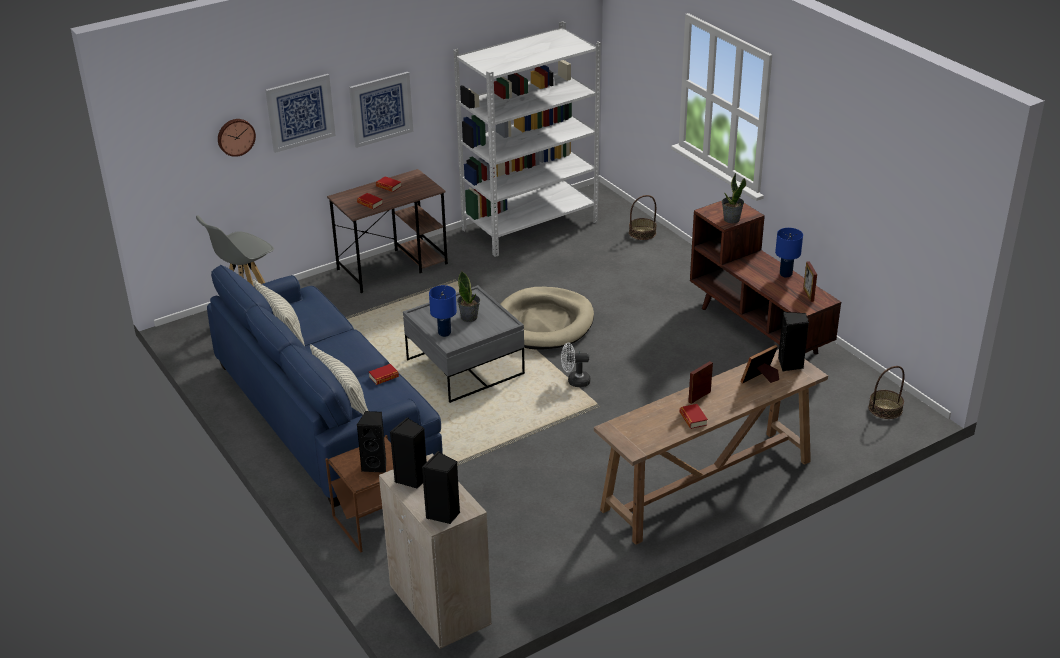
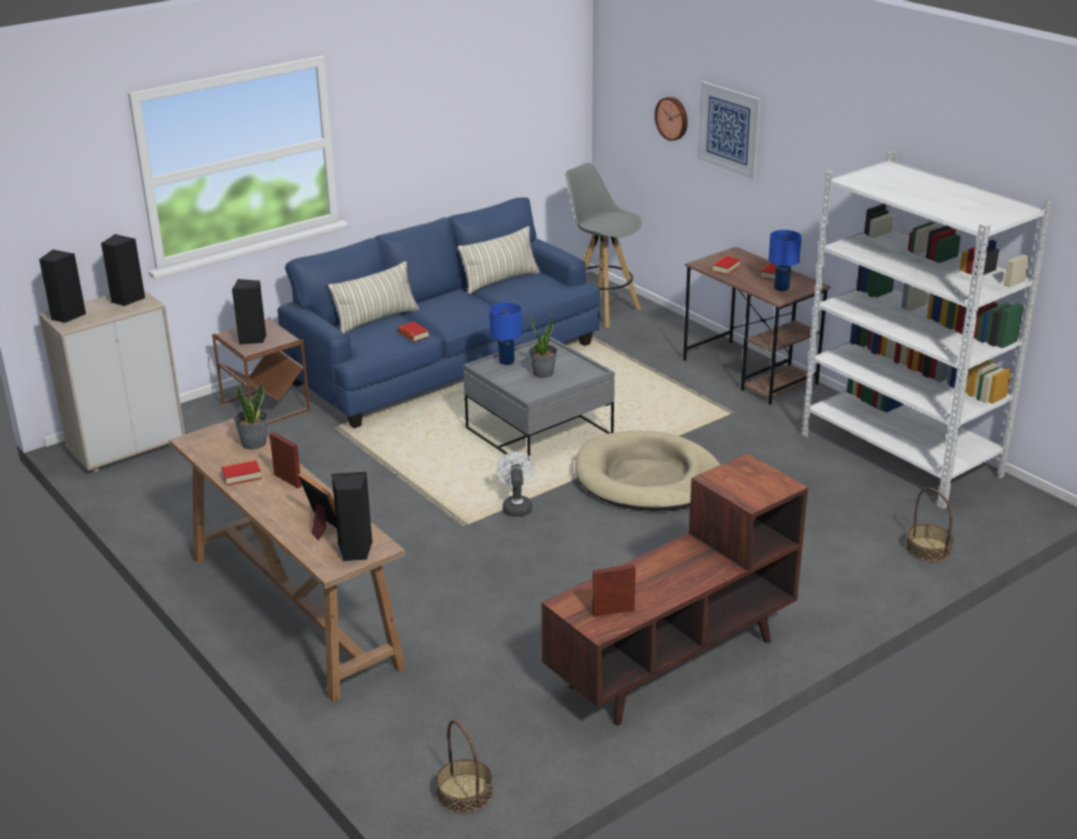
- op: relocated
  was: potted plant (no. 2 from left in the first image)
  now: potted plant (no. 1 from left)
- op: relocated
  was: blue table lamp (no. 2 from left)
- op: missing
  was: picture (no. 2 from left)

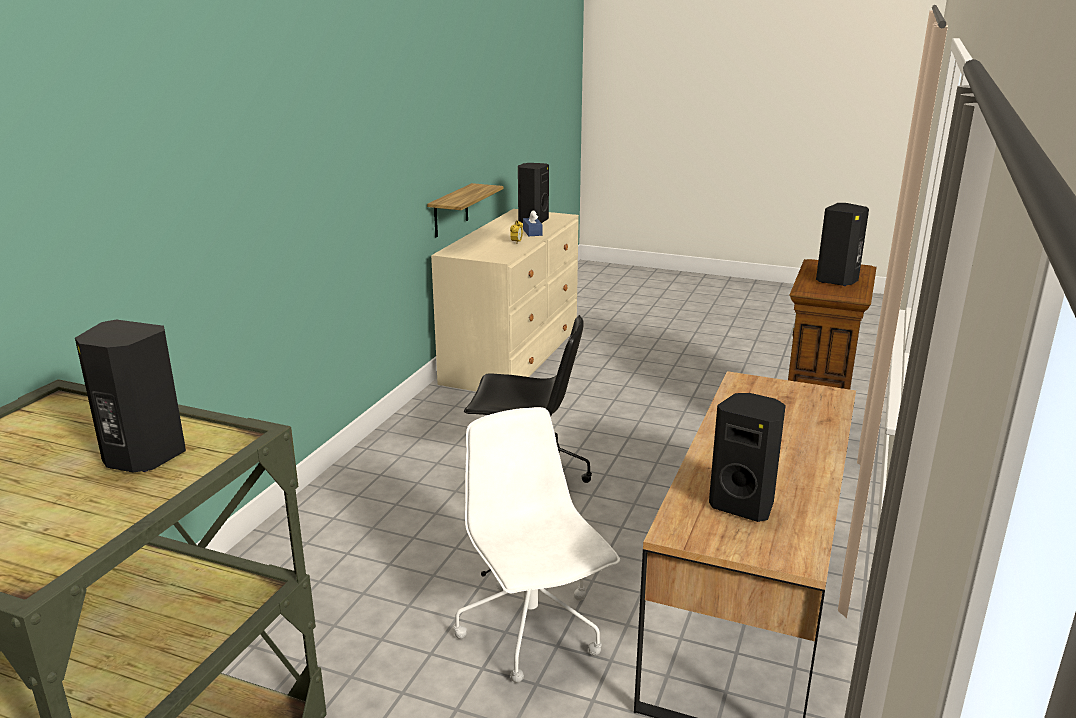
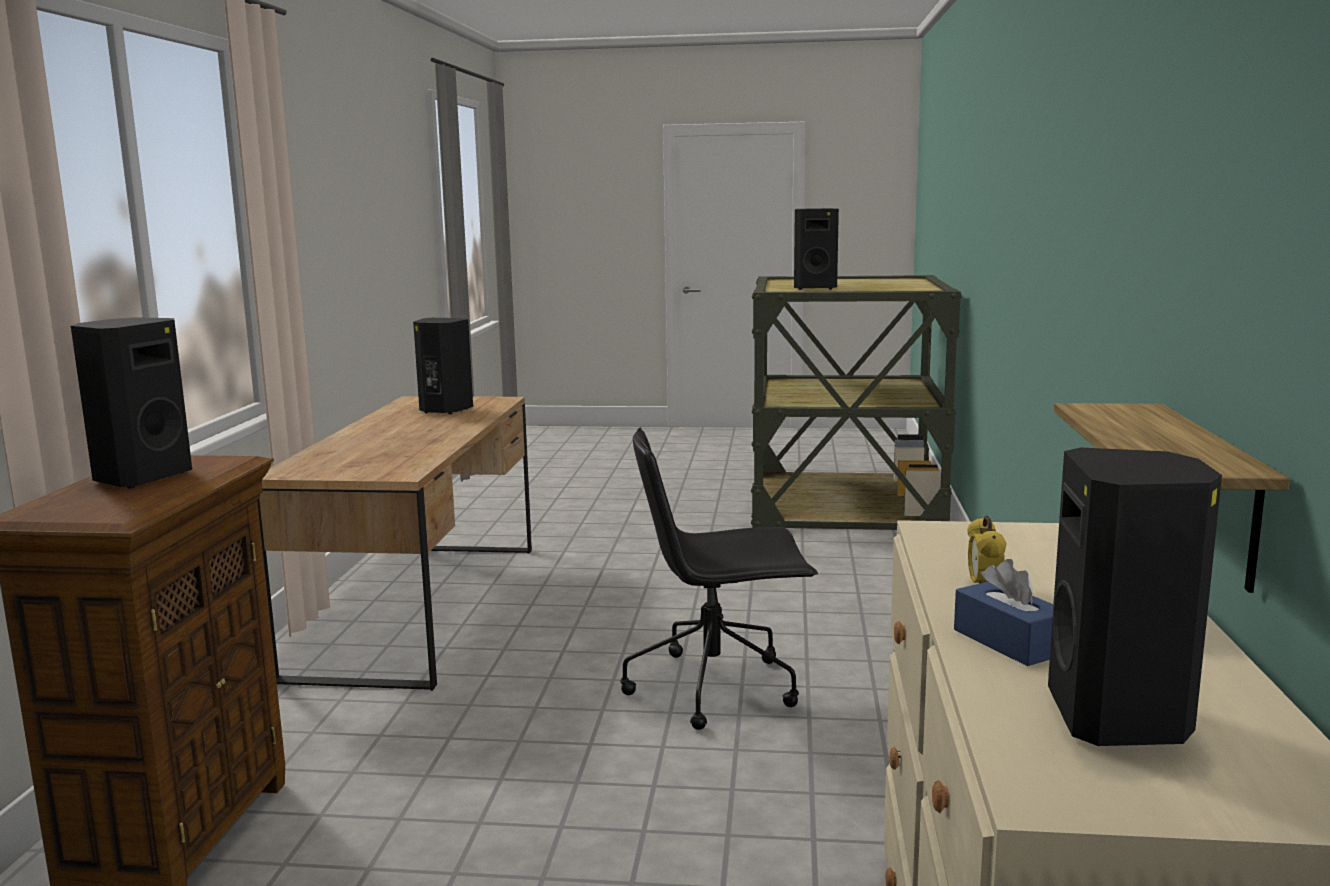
- op: missing
  was: white office chair

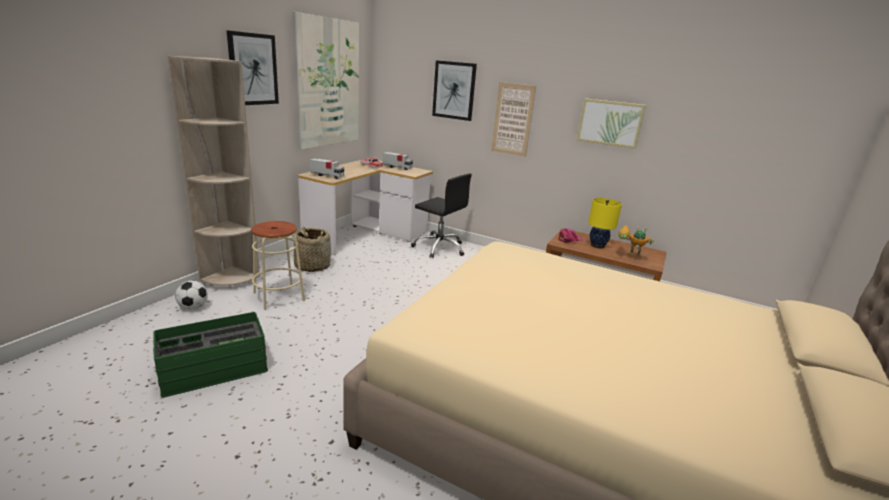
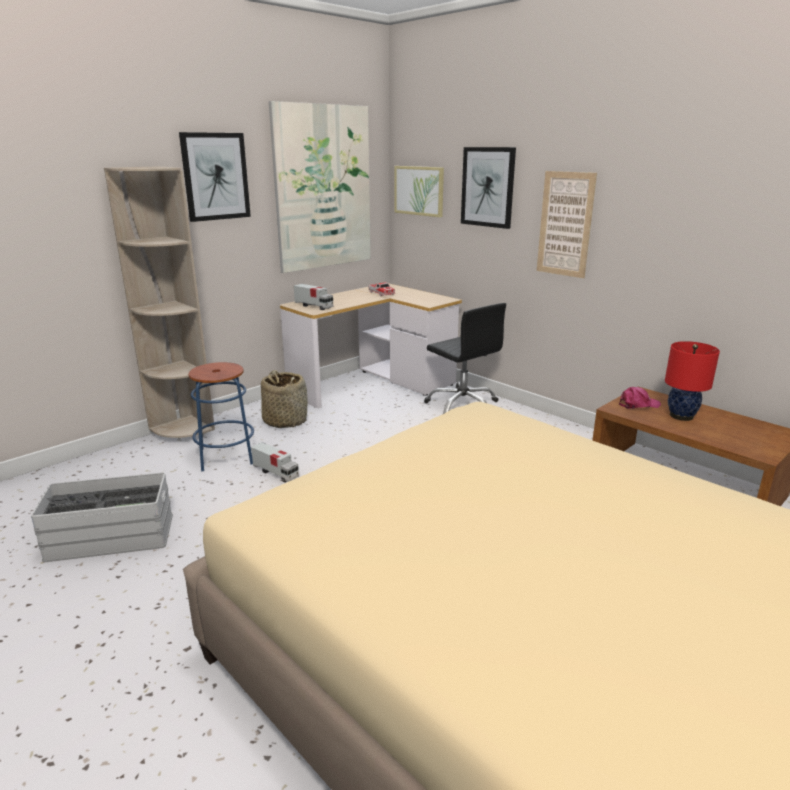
- op: colour
  was: green storage box
  now: grey storage box
- op: colour
  was: beige stool
  now: blue stool
- op: relocated
  was: toy truck (no. 2 from left in the first image)
  now: toy truck (no. 1 from left)
- op: relocated
  was: picture (no. 5 from left in the first image)
  now: picture (no. 3 from left)
- op: colour
  was: yellow table lamp
  now: red table lamp
- op: missing
  was: football
- op: missing
  was: toy robot

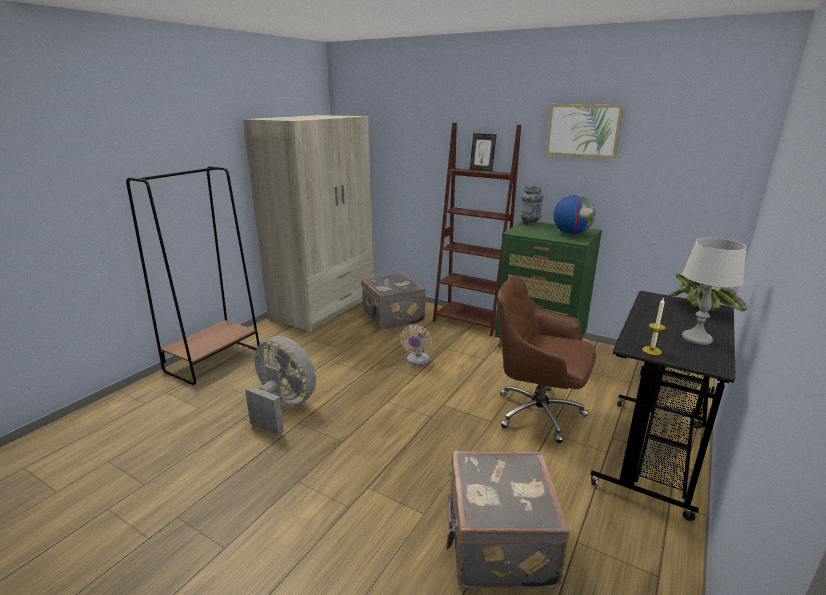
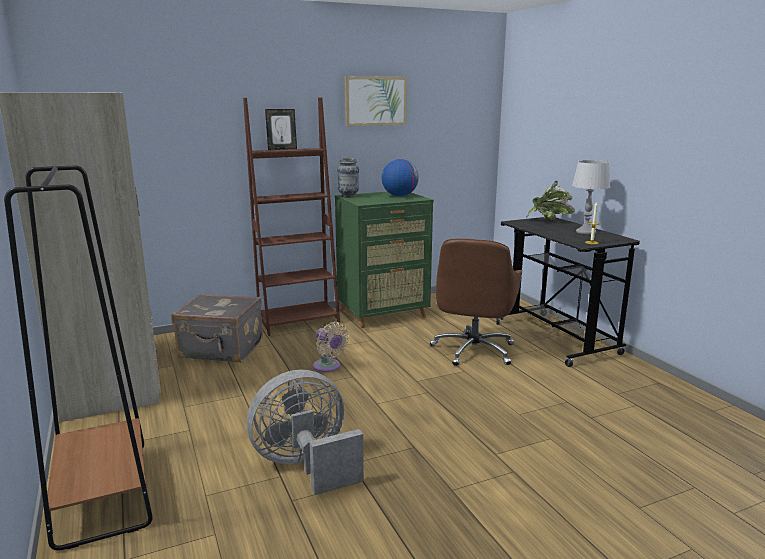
- op: spun
  was: brown office chair
  clockwise: -45
- op: missing
  was: grey suitcase (no. 2 from left)

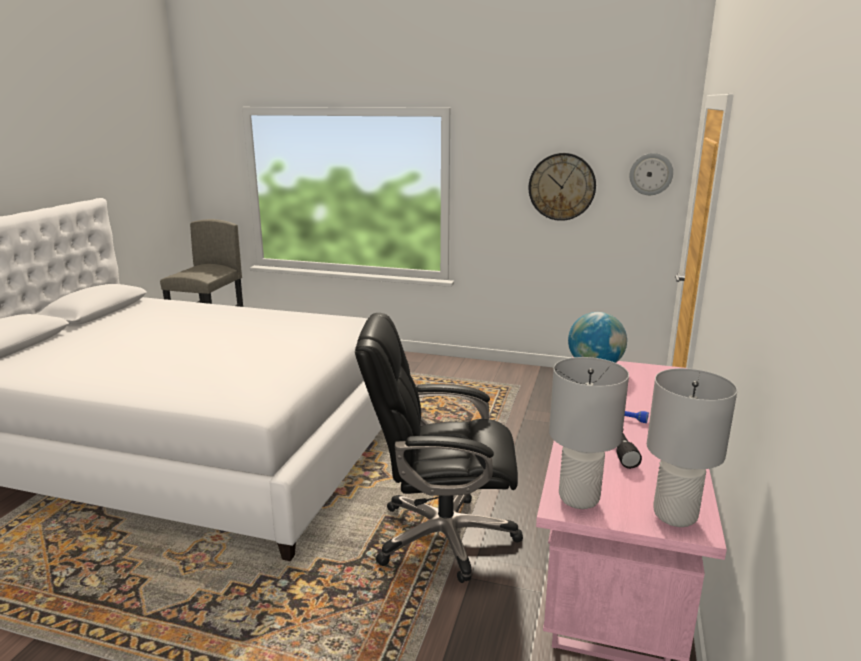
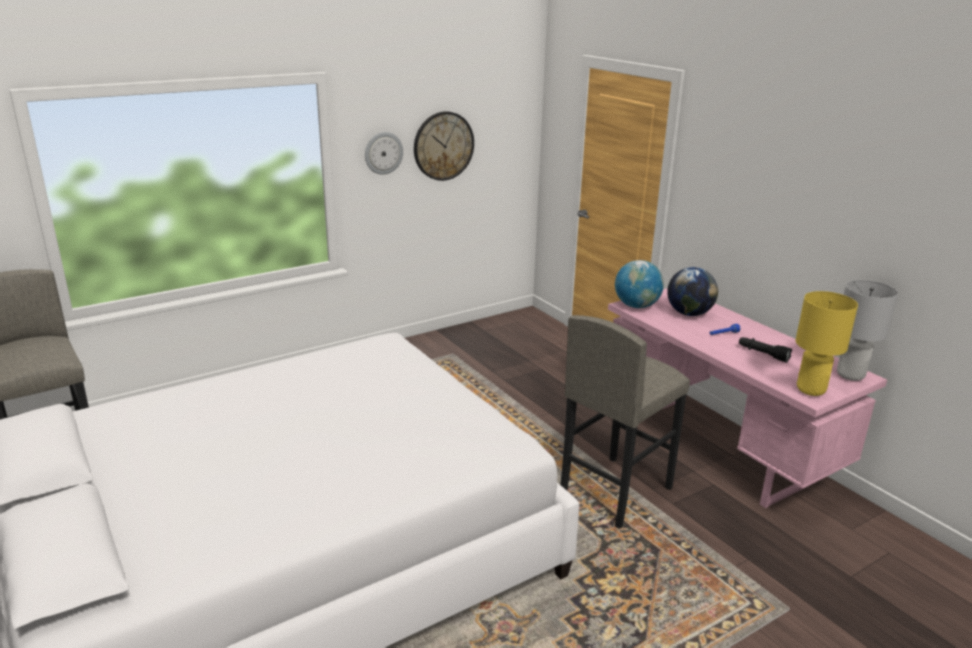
- op: relocated
  was: wall clock (no. 2 from left in the first image)
  now: wall clock (no. 1 from left)
- op: exchanged
  was: black office chair
  now: grey stool (no. 2 from left)
- op: appeared
  now: globe (no. 2 from left)
- op: colour
  was: grey table lamp (no. 1 from left)
  now: yellow table lamp

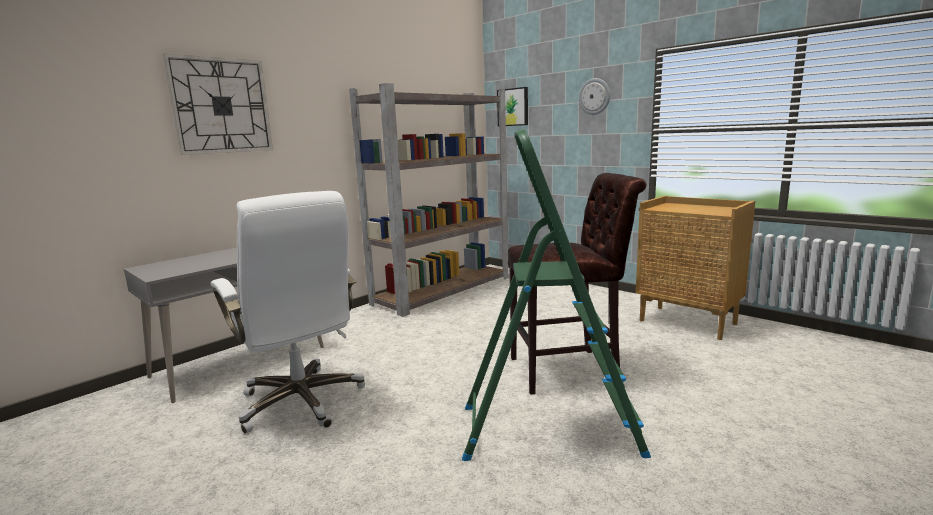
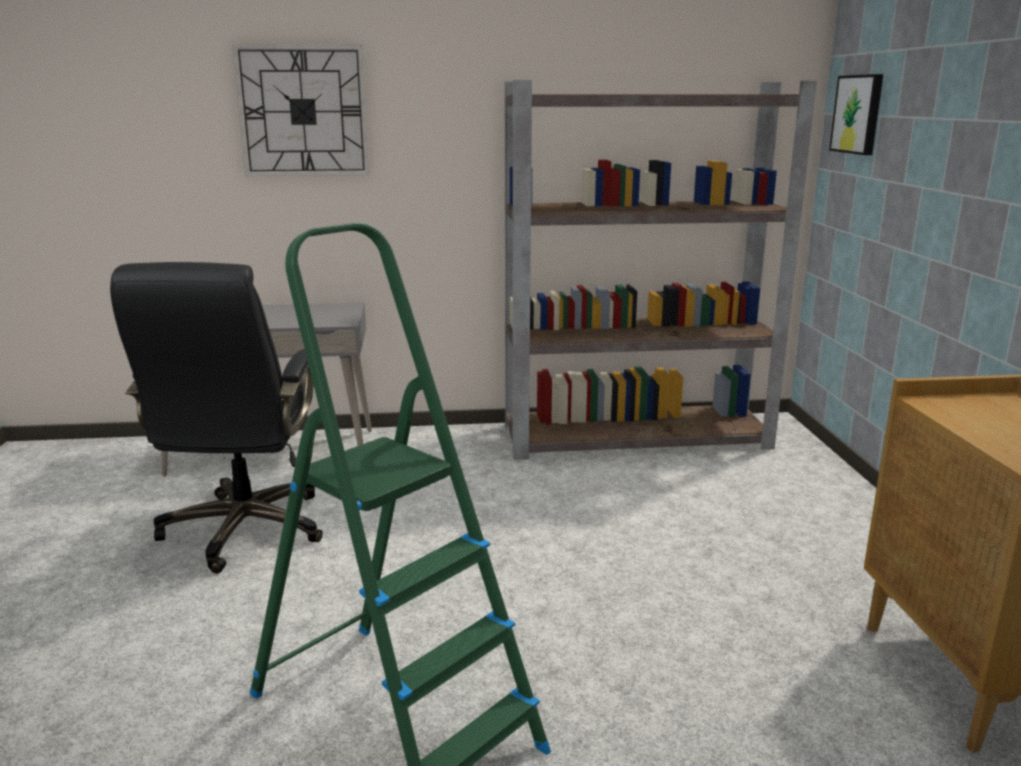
- op: colour
  was: white office chair
  now: black office chair
- op: missing
  was: brown stool
- op: missing
  was: wall clock (no. 2 from left)

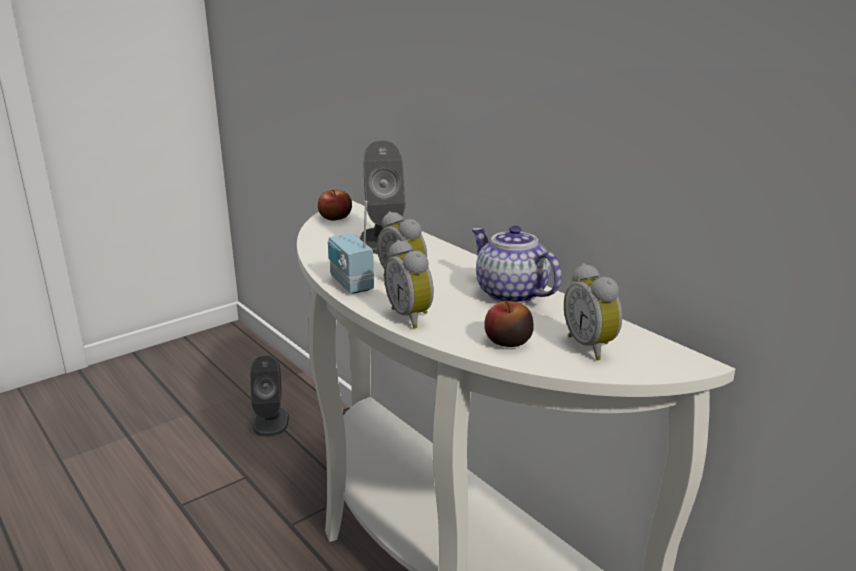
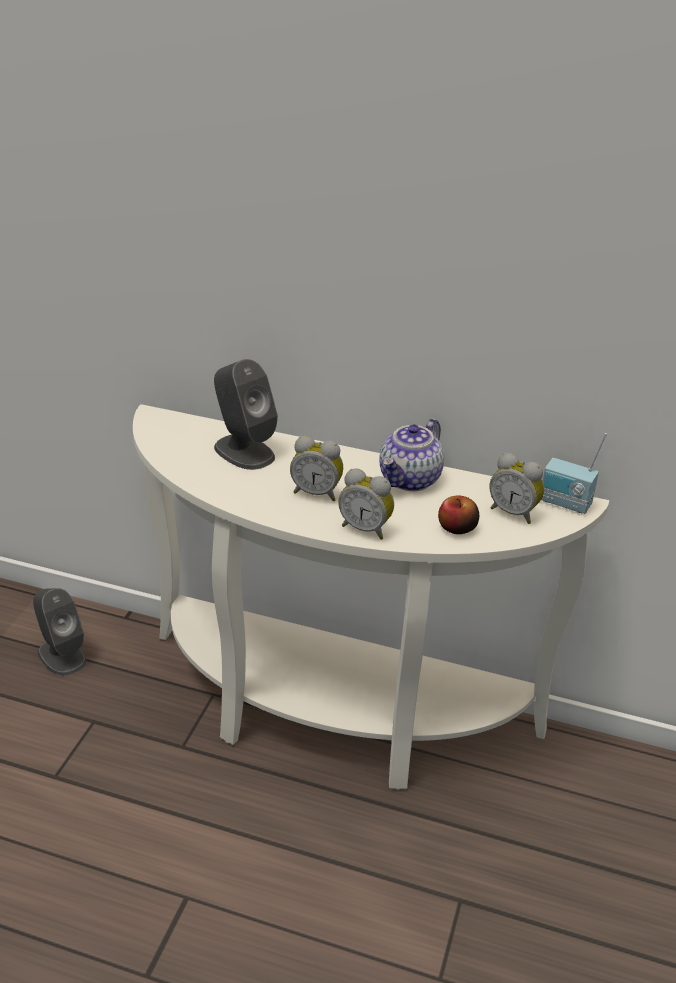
- op: spun
  was: teapot
  clockwise: -75
- op: relocated
  was: radio
- op: missing
  was: apple (no. 1 from left)

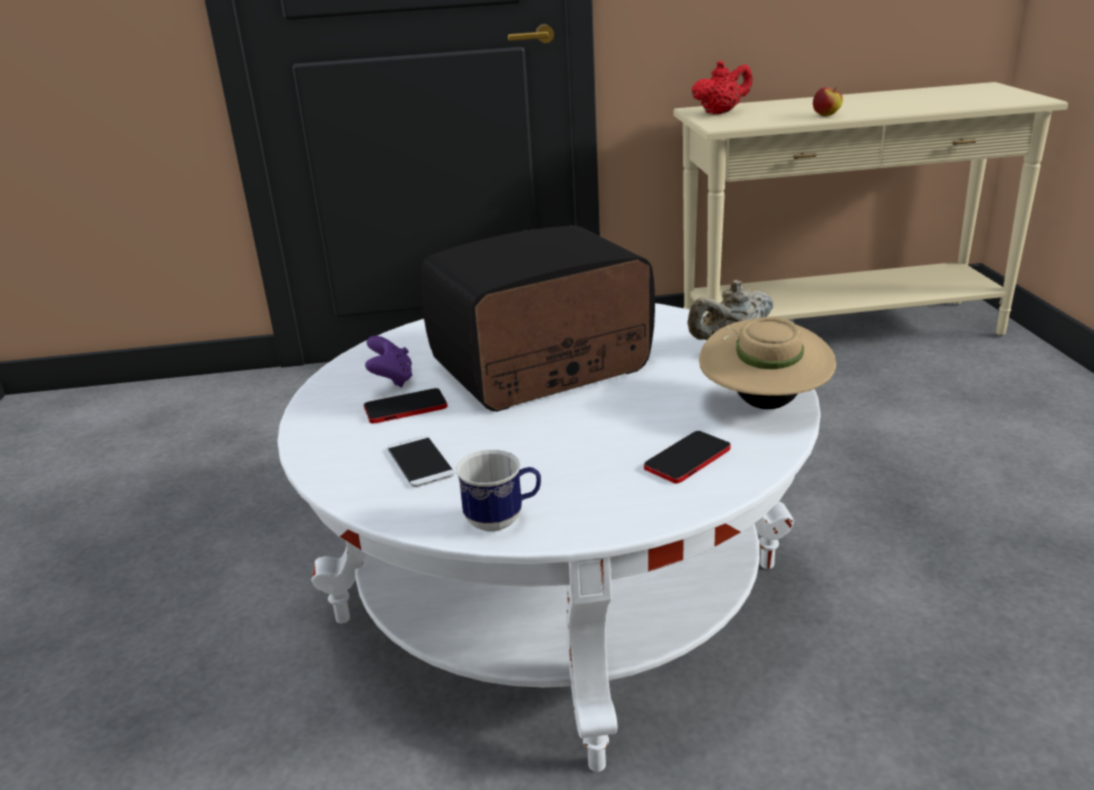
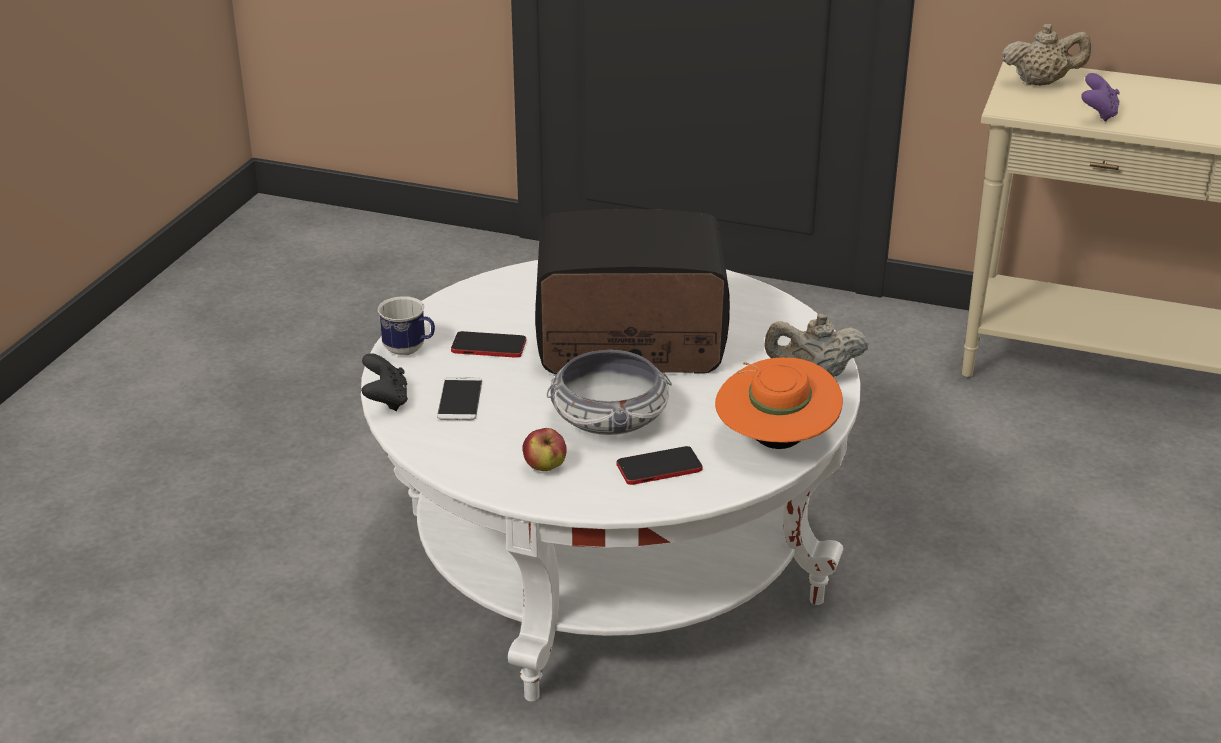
- op: appeared
  now: black game controller
- op: relocated
  was: mug
- op: relocated
  was: apple
- op: appeared
  now: bowl
- op: colour
  was: beige hat
  now: orange hat
- op: colour
  was: red teapot
  now: beige teapot (no. 2 from left)
- op: relocated
  was: purple game controller

